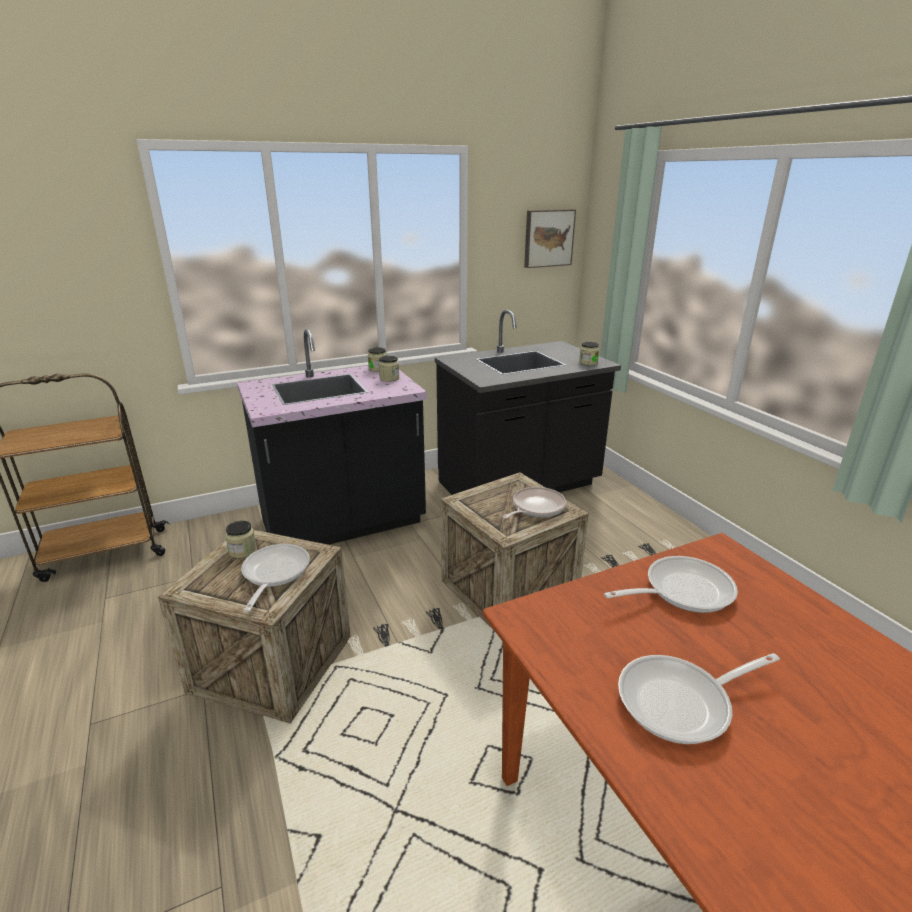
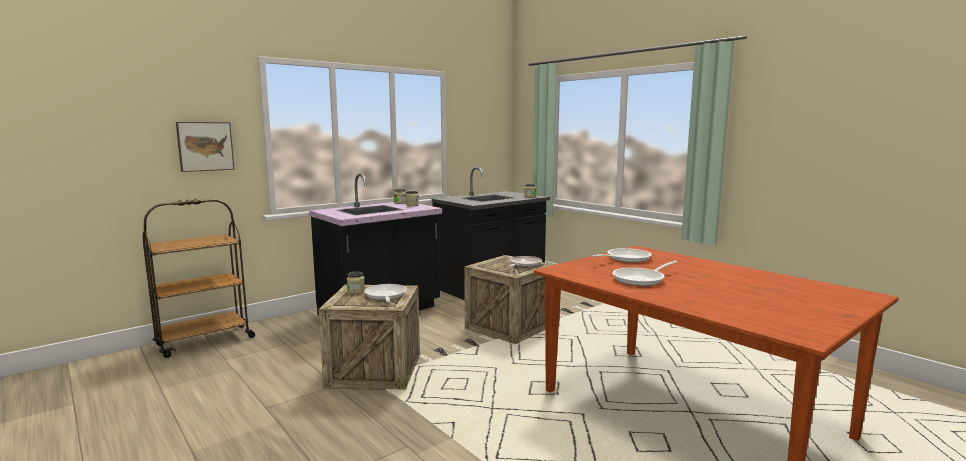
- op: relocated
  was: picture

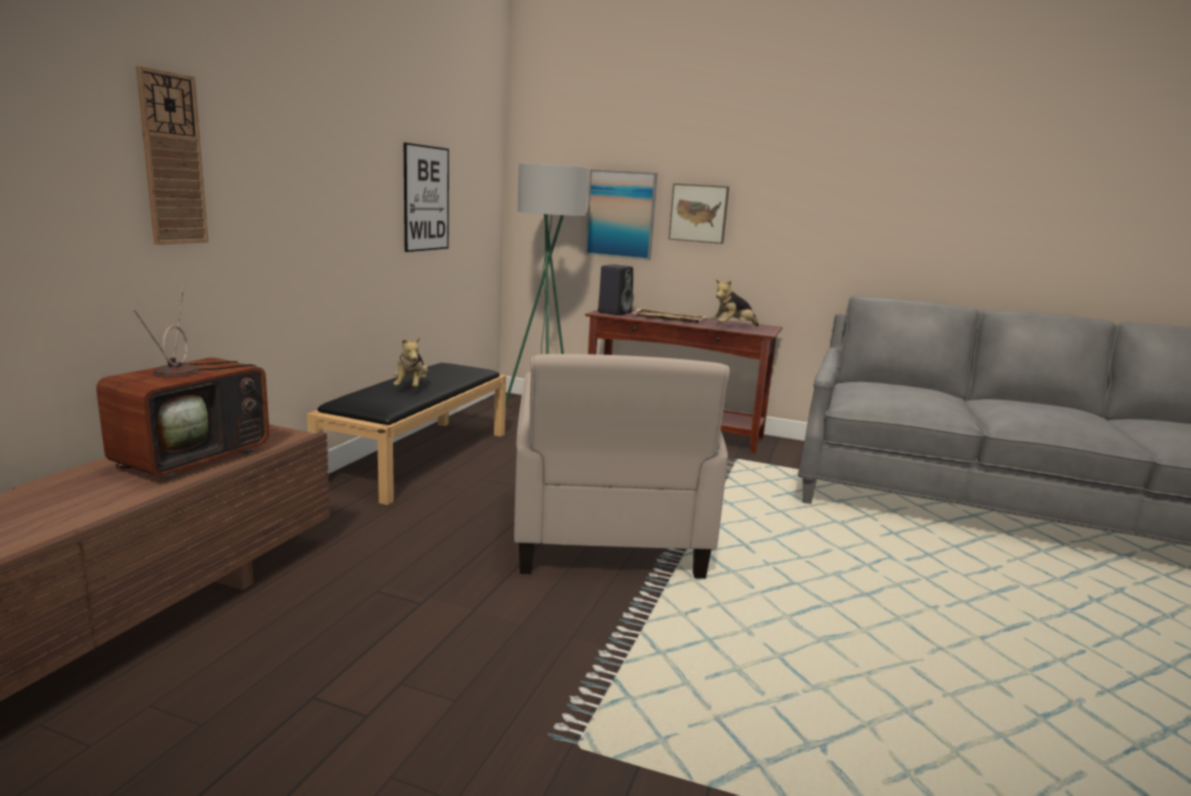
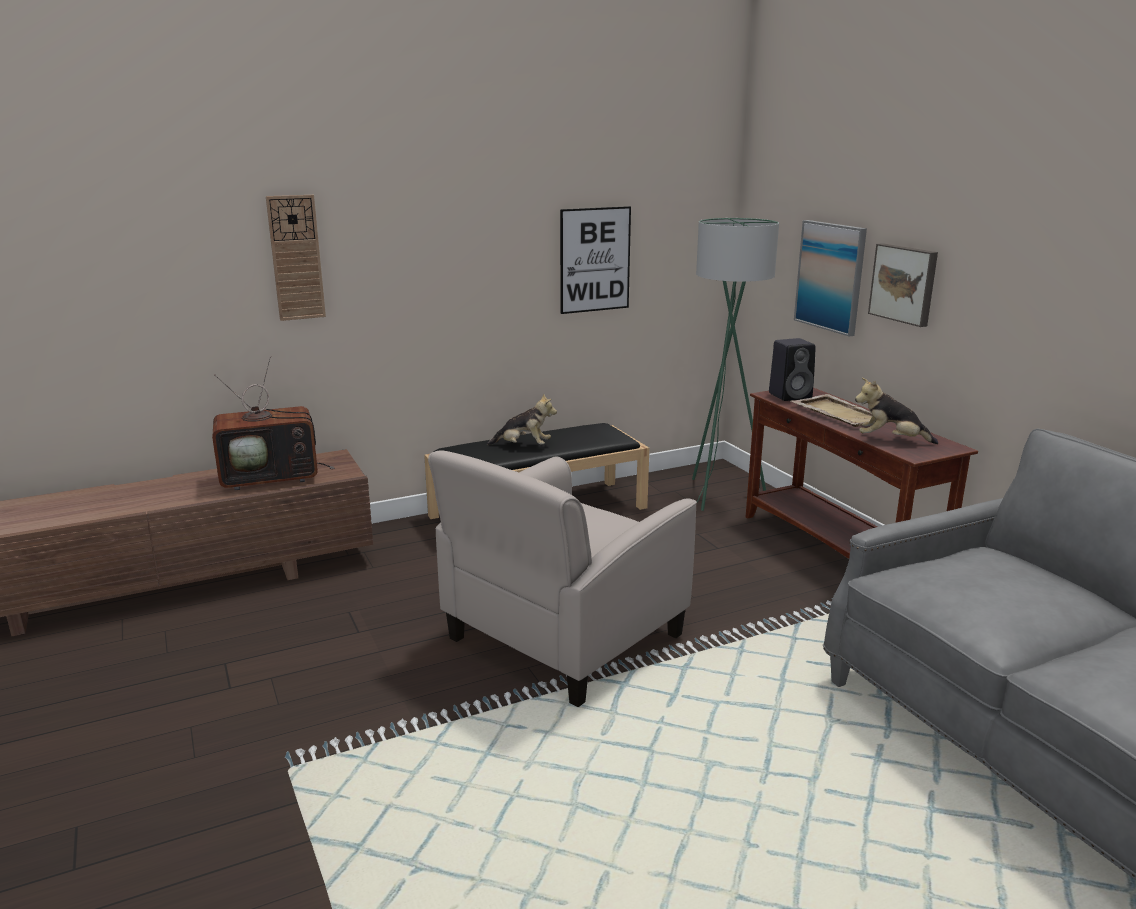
- op: spun
  was: plush toy (no. 1 from left)
  clockwise: -120

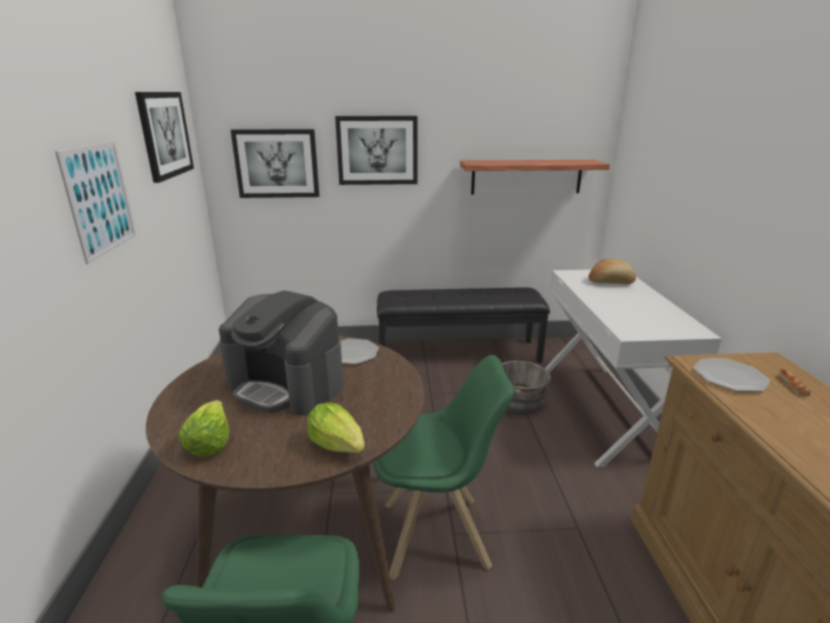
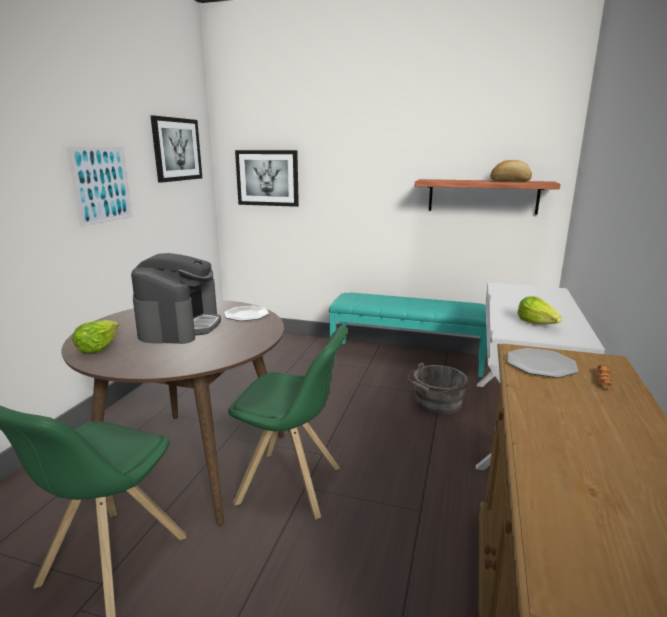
- op: spun
  was: coffee machine
  clockwise: -135
- op: colour
  was: black bench
  now: turquoise bench
- op: relocated
  was: bread (no. 1 from left)
- op: relocated
  was: lettuce (no. 2 from left)
- op: missing
  was: picture (no. 4 from left)

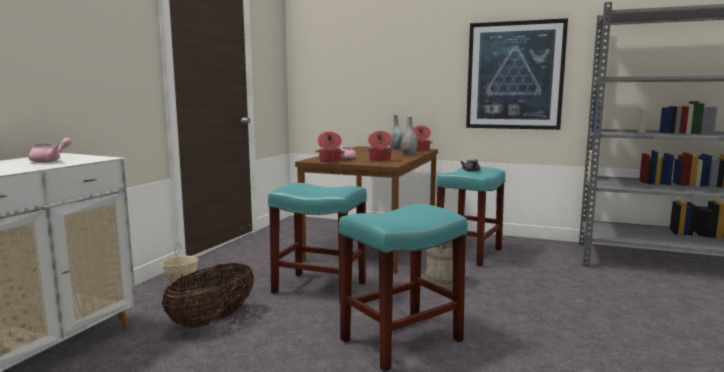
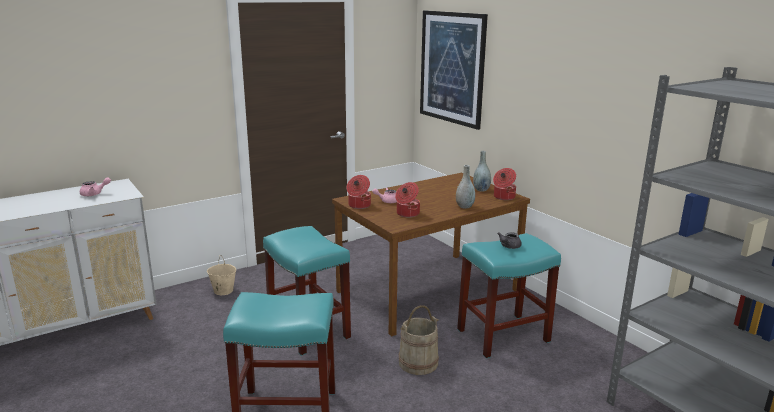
- op: relocated
  was: picture
- op: missing
  was: basket

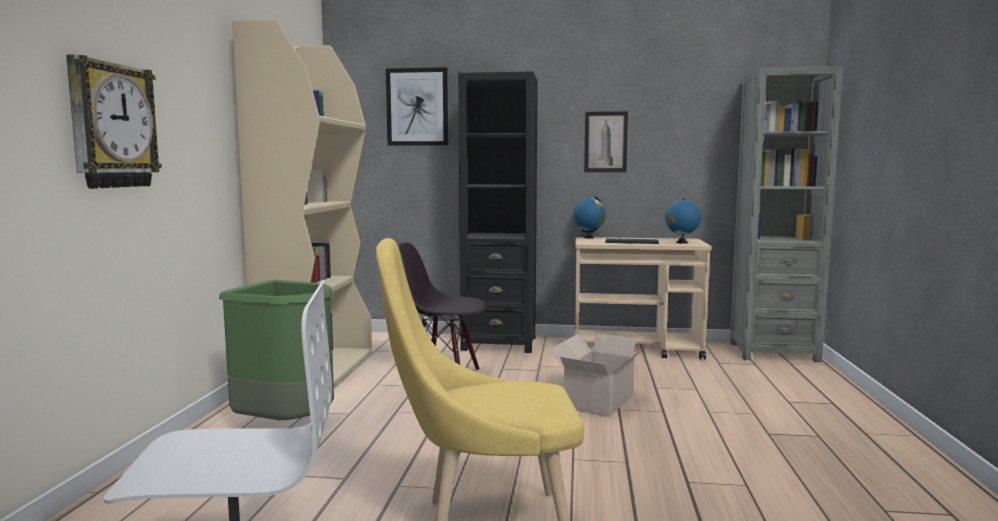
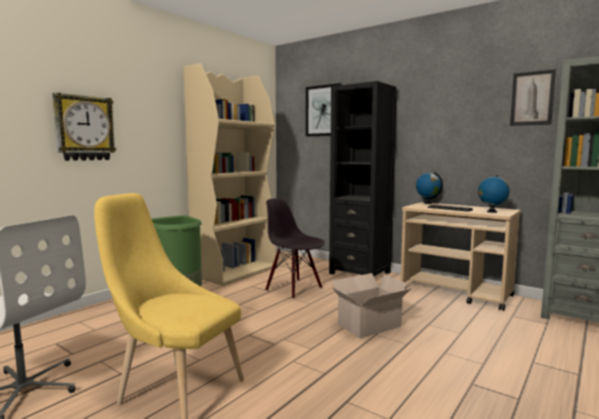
- op: relocated
  was: picture (no. 2 from left)

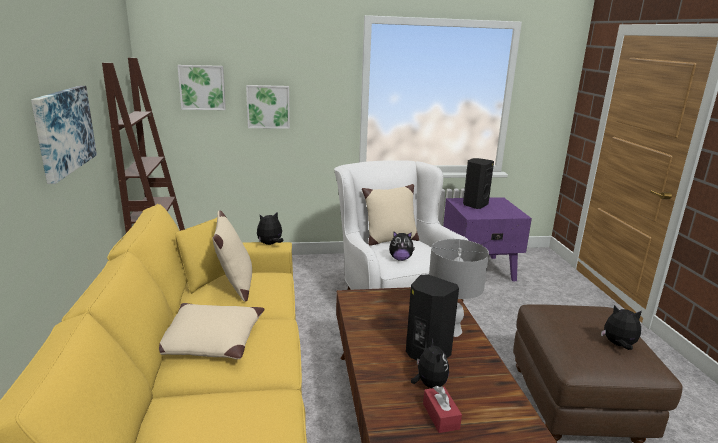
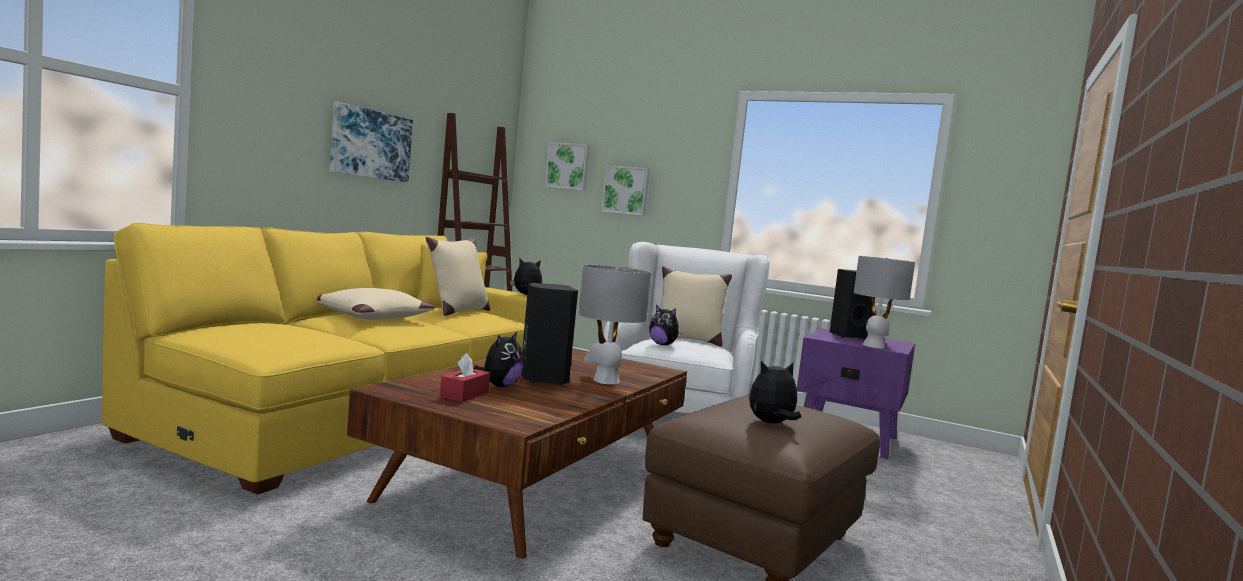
- op: spun
  was: plush toy (no. 4 from left)
  clockwise: -75
- op: appeared
  now: grey table lamp (no. 2 from left)

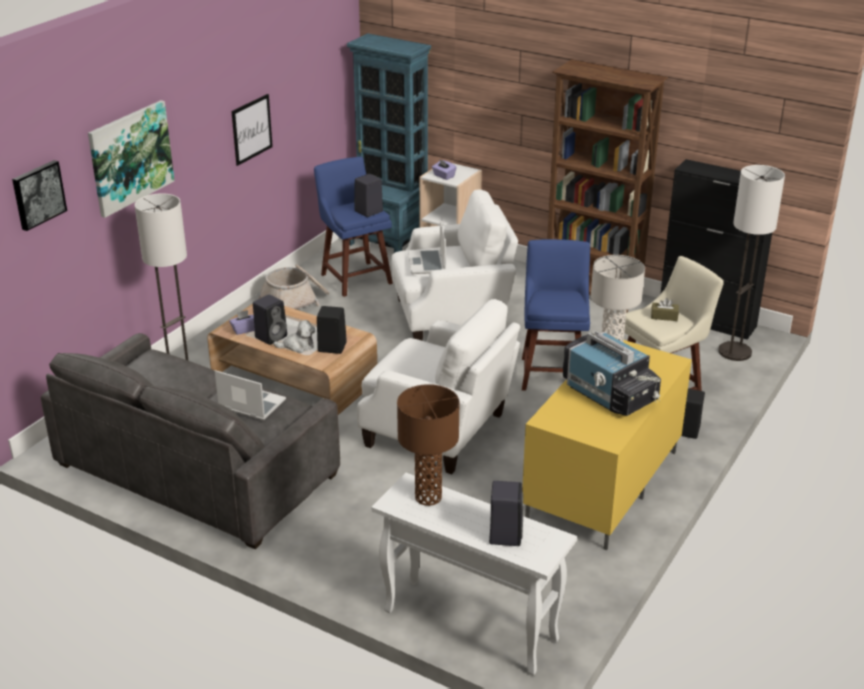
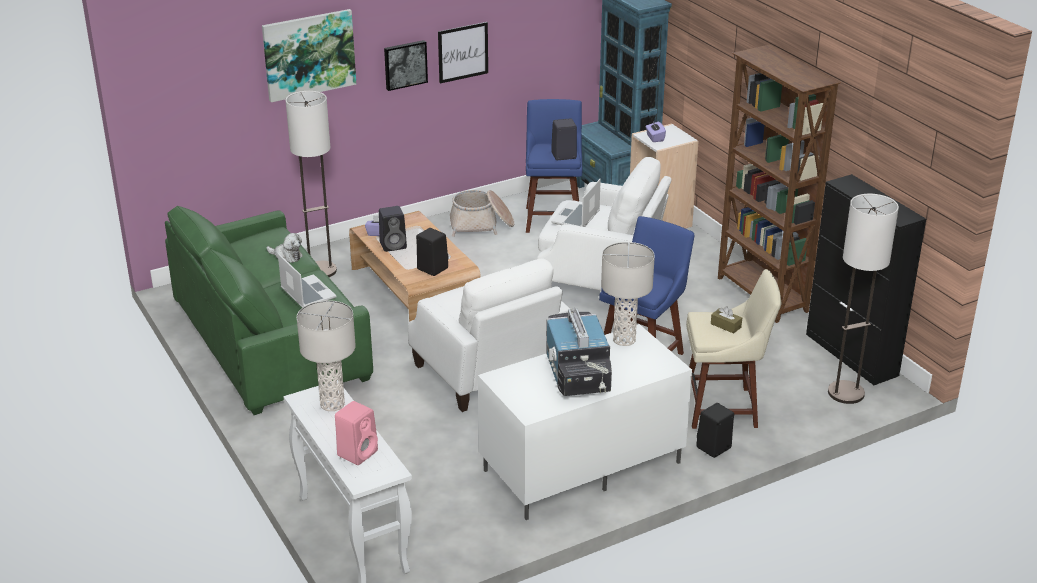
- op: colour
  was: grey sofa
  now: green sofa
- op: relocated
  was: plush toy
- op: colour
  was: brown table lamp
  now: white table lamp (no. 1 from left)
- op: colour
  was: black speaker (no. 4 from left)
  now: pink speaker
- op: relocated
  was: picture (no. 1 from left in the first image)
  now: picture (no. 2 from left)
- op: colour
  was: yellow tv stand
  now: white tv stand

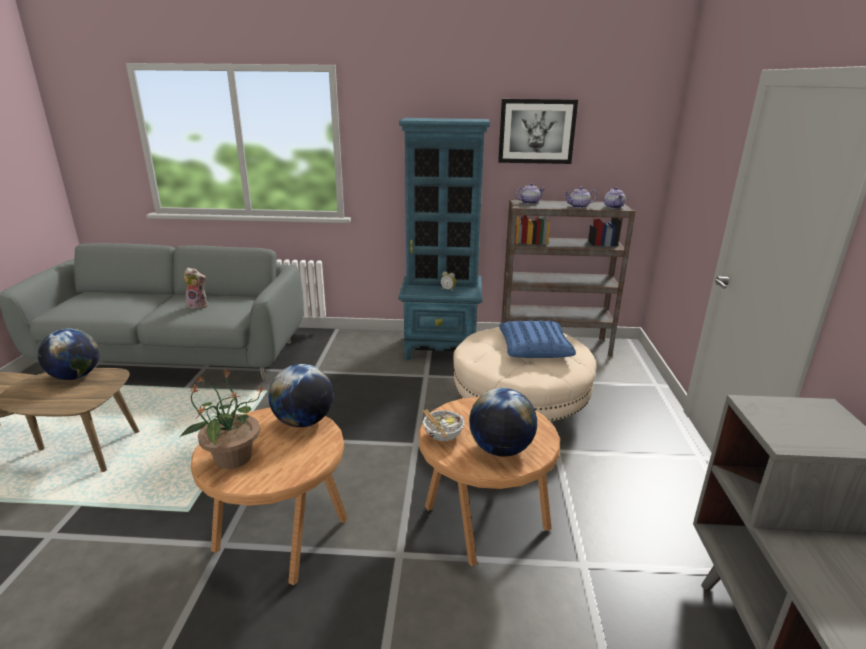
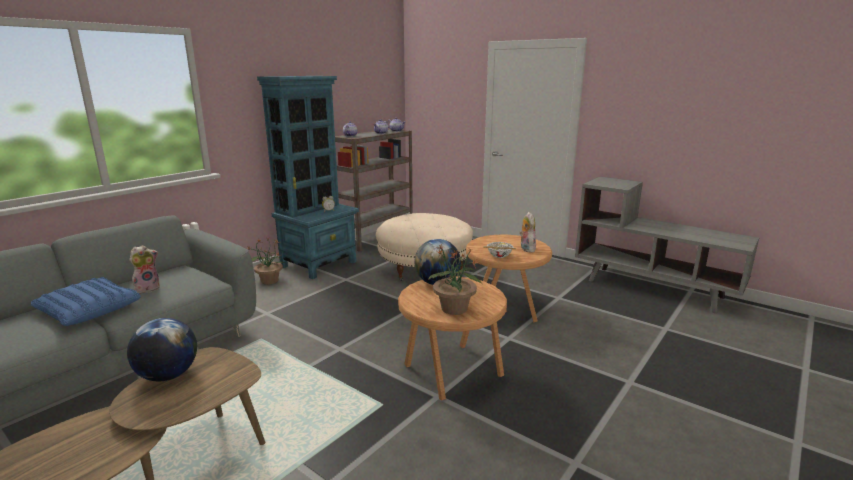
- op: relocated
  was: blue pillow
- op: appeared
  now: potted plant (no. 1 from left)
- op: exchanged
  was: globe (no. 3 from left)
  now: plush toy (no. 2 from left)
- op: missing
  was: picture

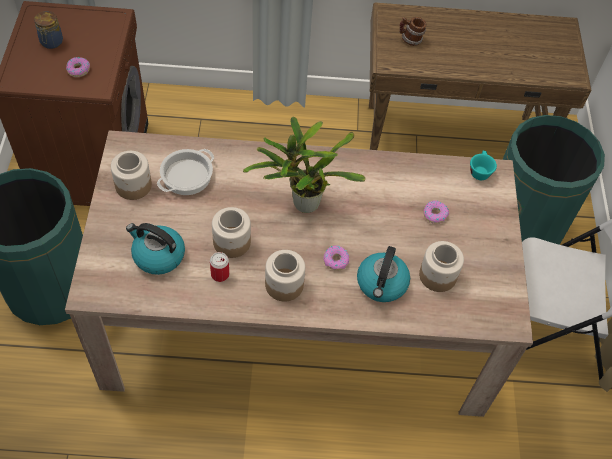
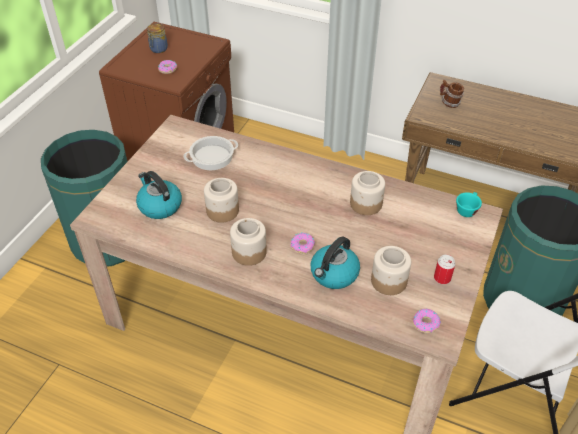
- op: relocated
  was: jar (no. 2 from left in the first image)
  now: jar (no. 4 from left)
- op: relocated
  was: donut (no. 3 from left)
- op: relocated
  was: can
- op: missing
  was: potted plant

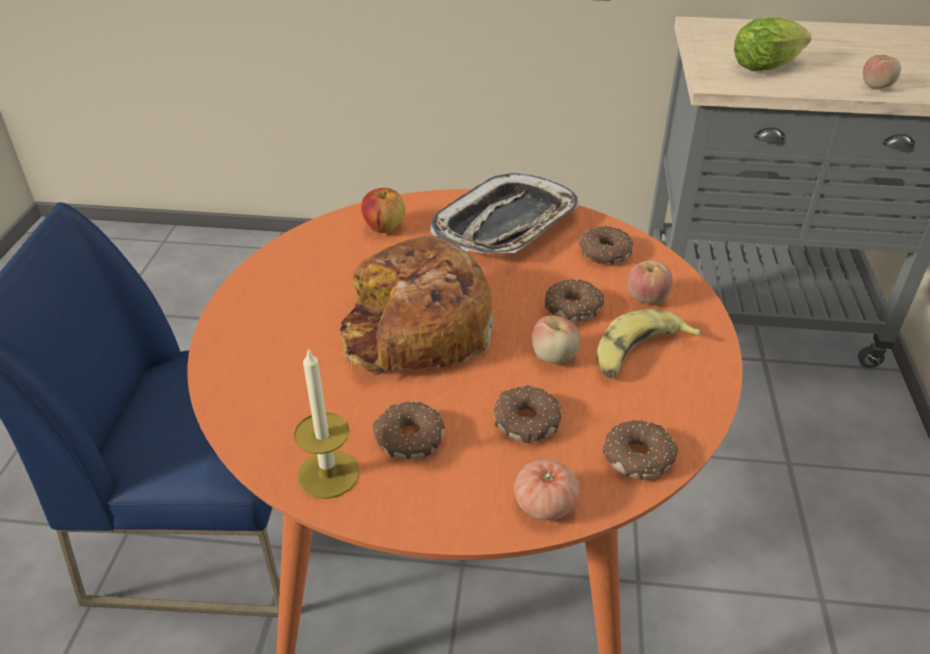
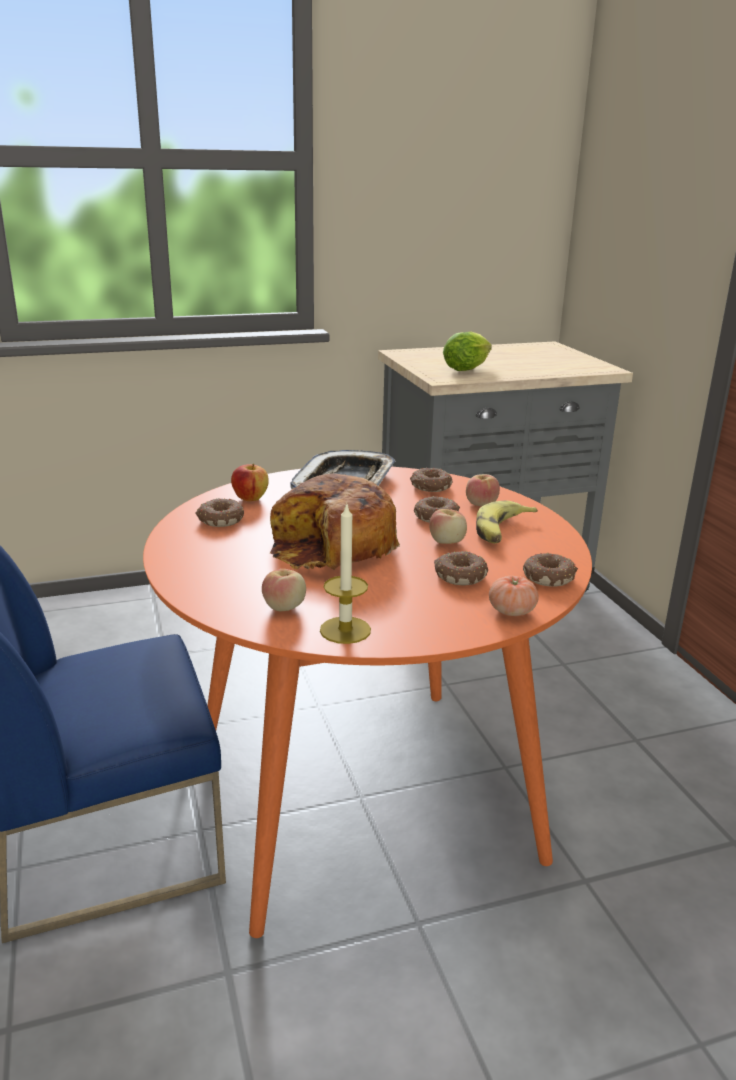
- op: relocated
  was: donut (no. 1 from left)
- op: relocated
  was: apple (no. 4 from left in the first image)
  now: apple (no. 2 from left)

